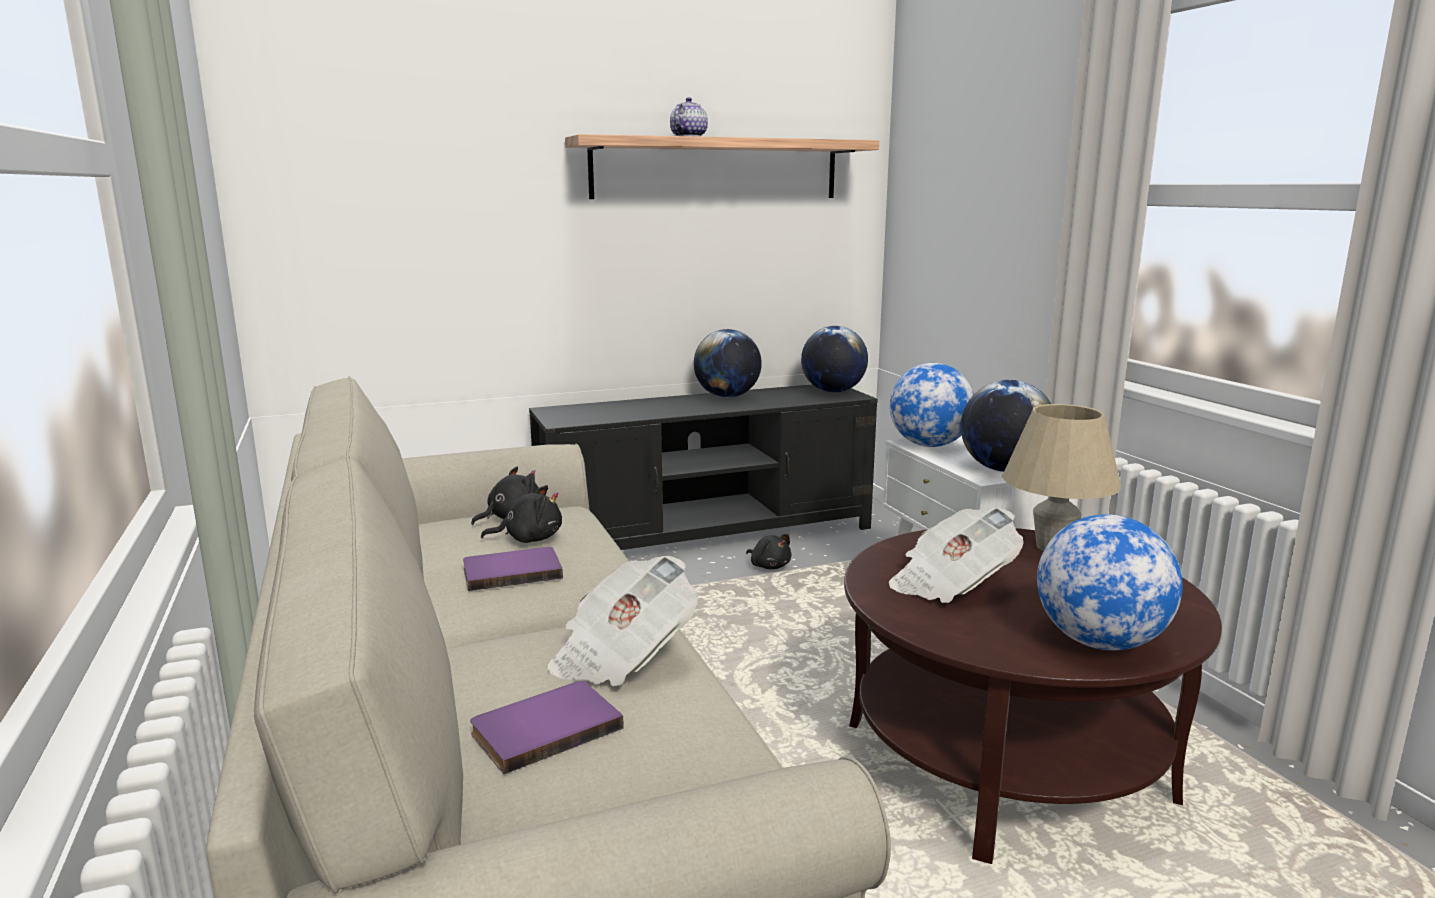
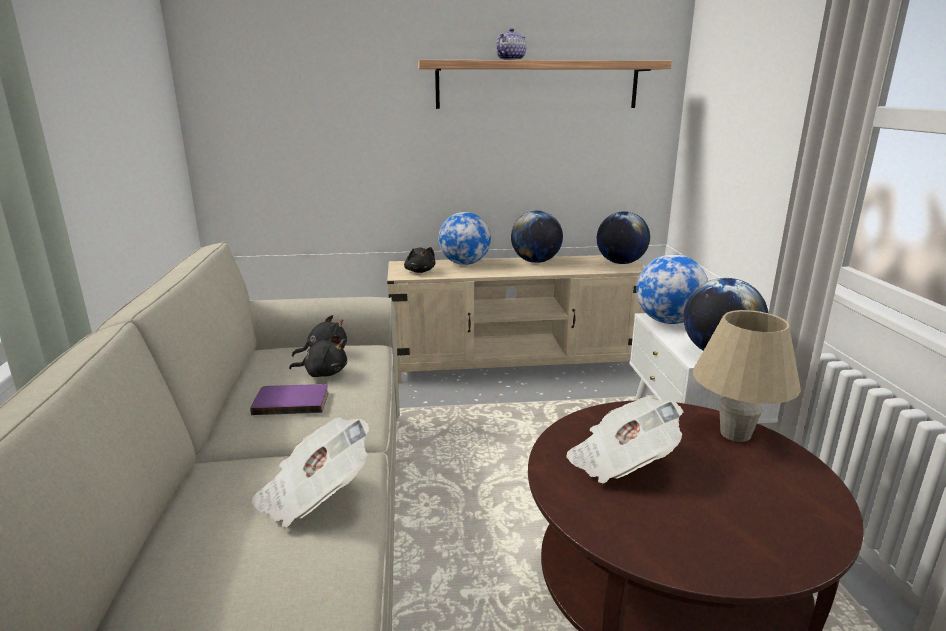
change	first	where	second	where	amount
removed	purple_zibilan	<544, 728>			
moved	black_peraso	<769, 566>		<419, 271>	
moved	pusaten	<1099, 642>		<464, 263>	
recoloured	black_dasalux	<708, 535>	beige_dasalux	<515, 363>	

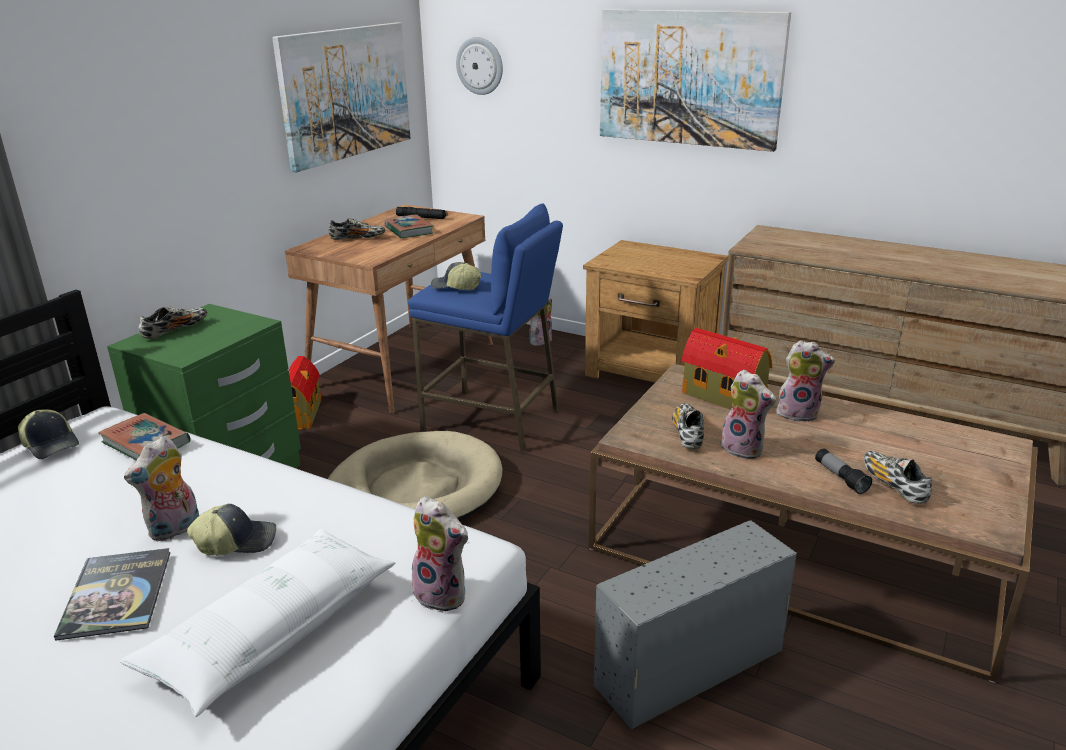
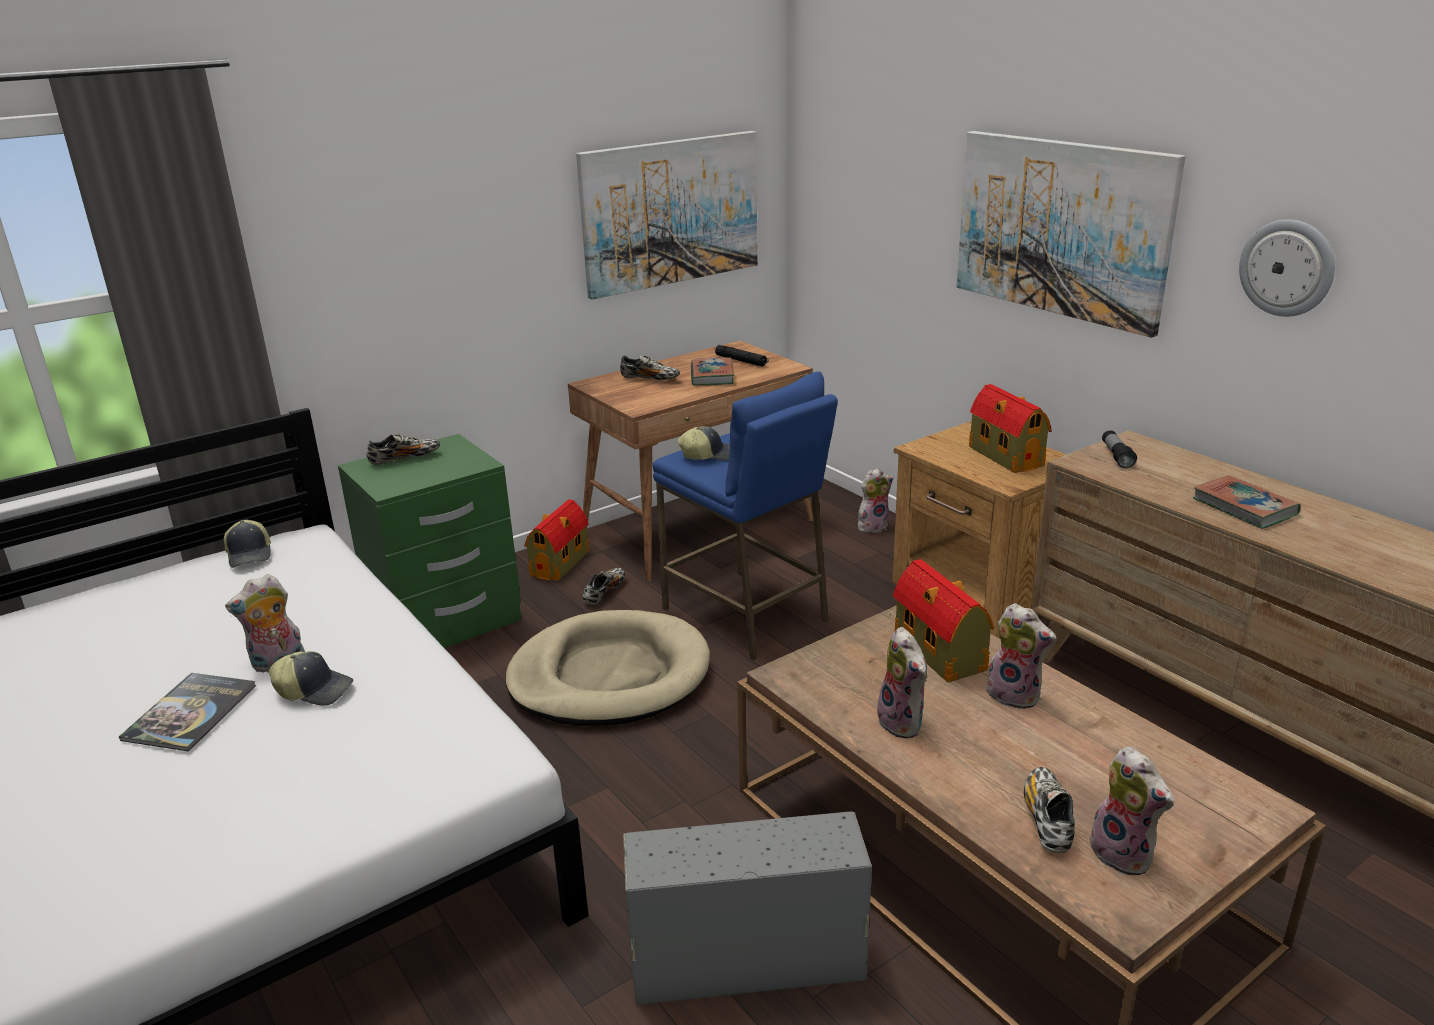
change	first	where	second	where	amount
removed	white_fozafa	<272, 631>			
added			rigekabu	<1004, 455>	
moved	zibilan	<146, 443>		<1244, 507>	
moved	peraso	<444, 594>		<1125, 854>	
moved	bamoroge	<480, 66>		<1287, 268>	
moved	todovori	<687, 433>		<604, 592>	
moved	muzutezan	<840, 478>		<1116, 456>	
turned	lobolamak	<455, 287>		<709, 455>	135 degrees clockwise

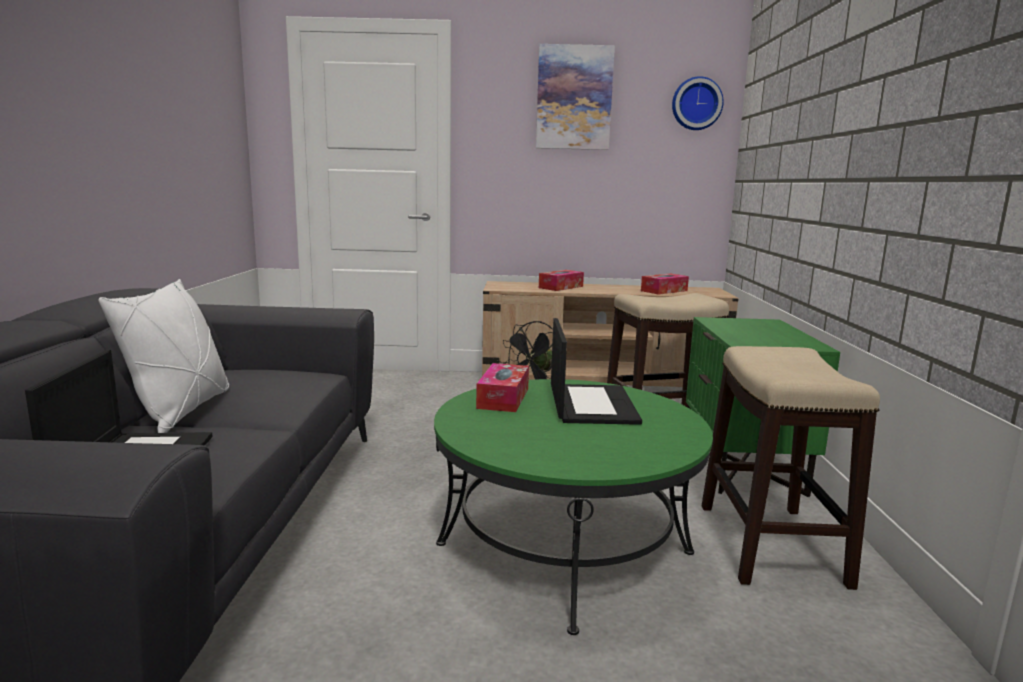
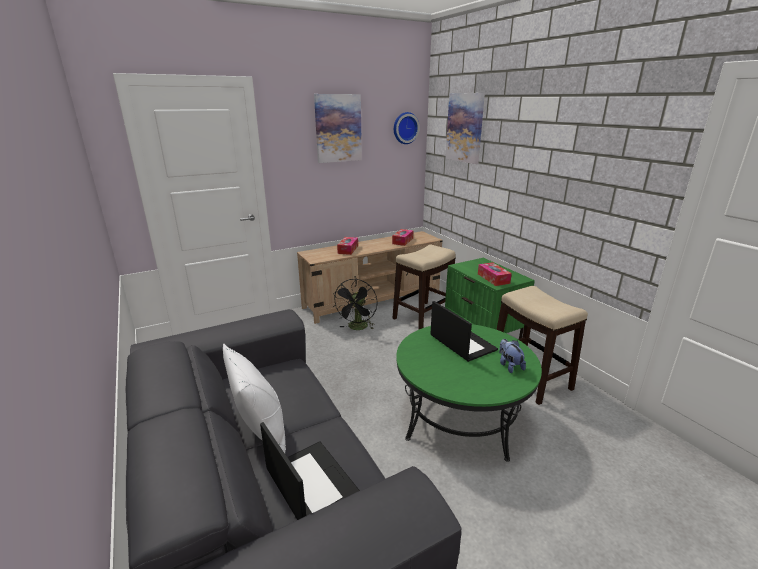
change	first	where	second	where	amount
added			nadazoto	<465, 128>	
added			peraso	<509, 365>	
moved	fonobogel	<503, 398>		<493, 278>	

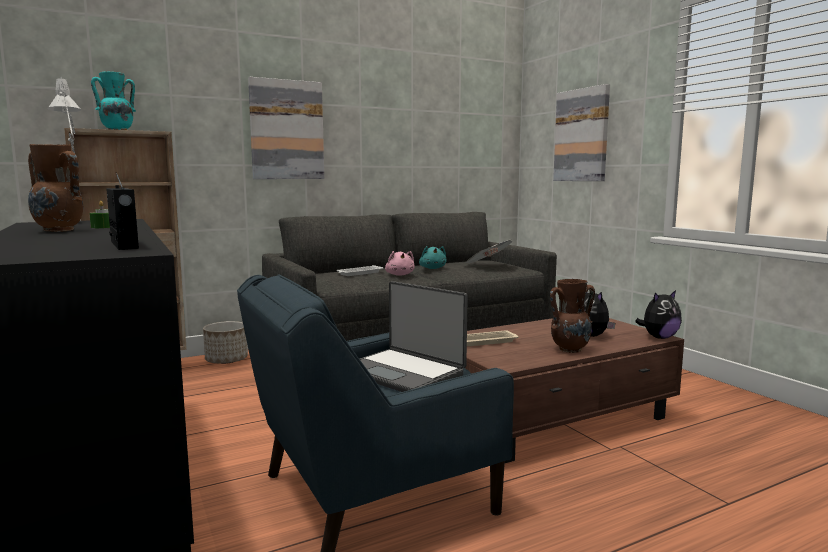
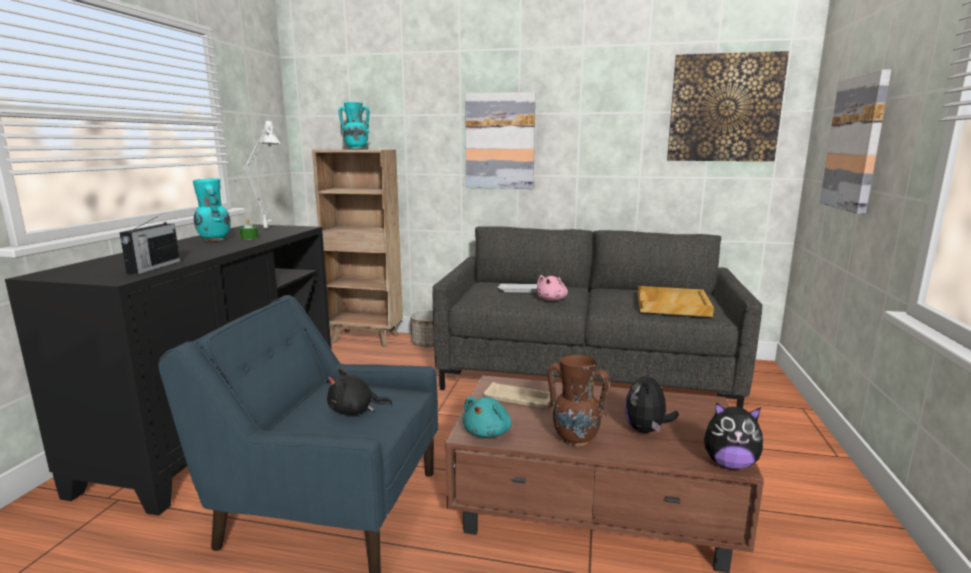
change	first	where	second	where	amount
added			nadazoto	<724, 108>	
moved	turquoise_peraso	<432, 268>		<488, 432>	
replaced	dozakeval	<403, 372>	black_peraso	<355, 410>	
replaced	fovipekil	<487, 266>	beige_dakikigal	<671, 304>	
recoloured	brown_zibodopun	<59, 230>	turquoise_zibodopun	<214, 240>	

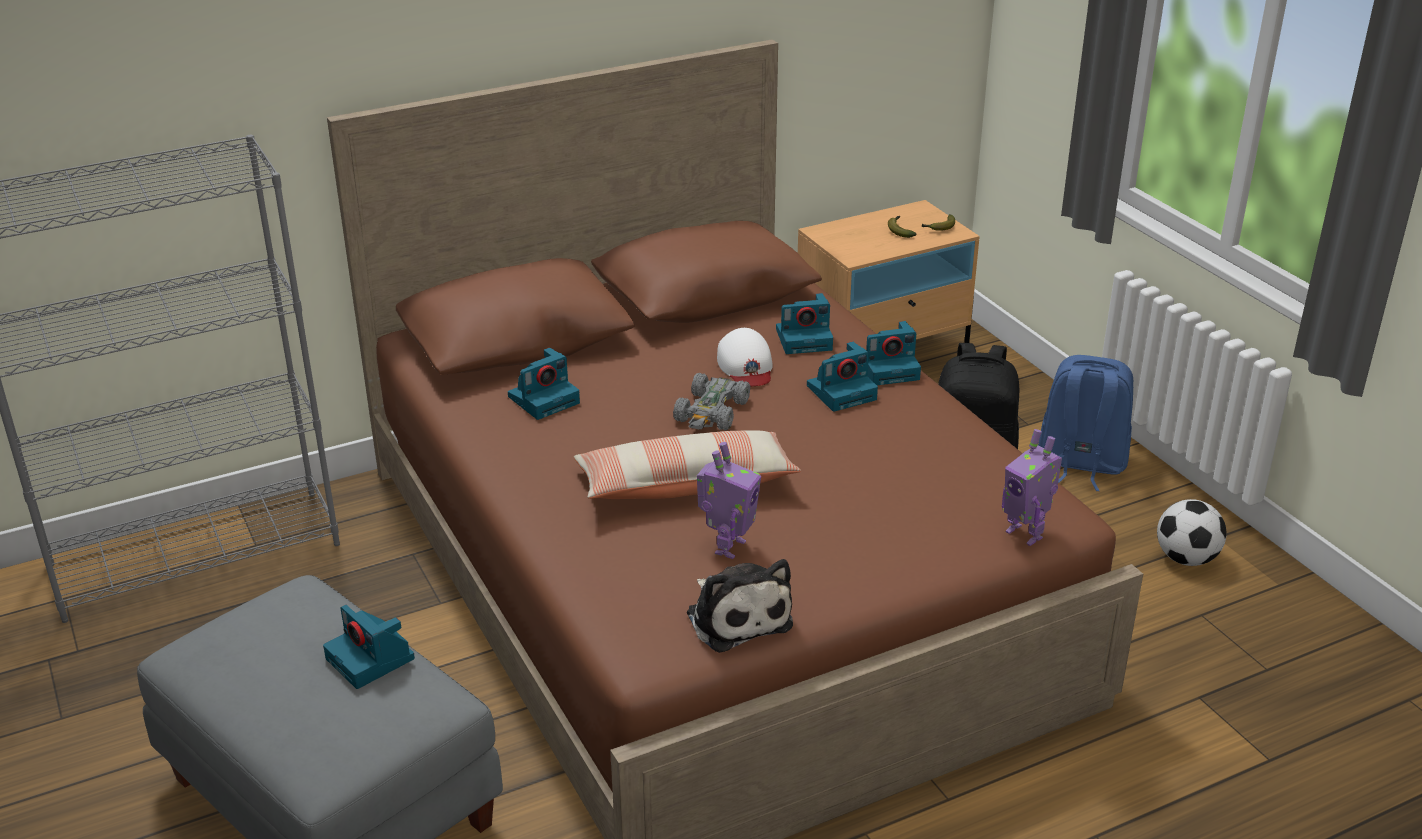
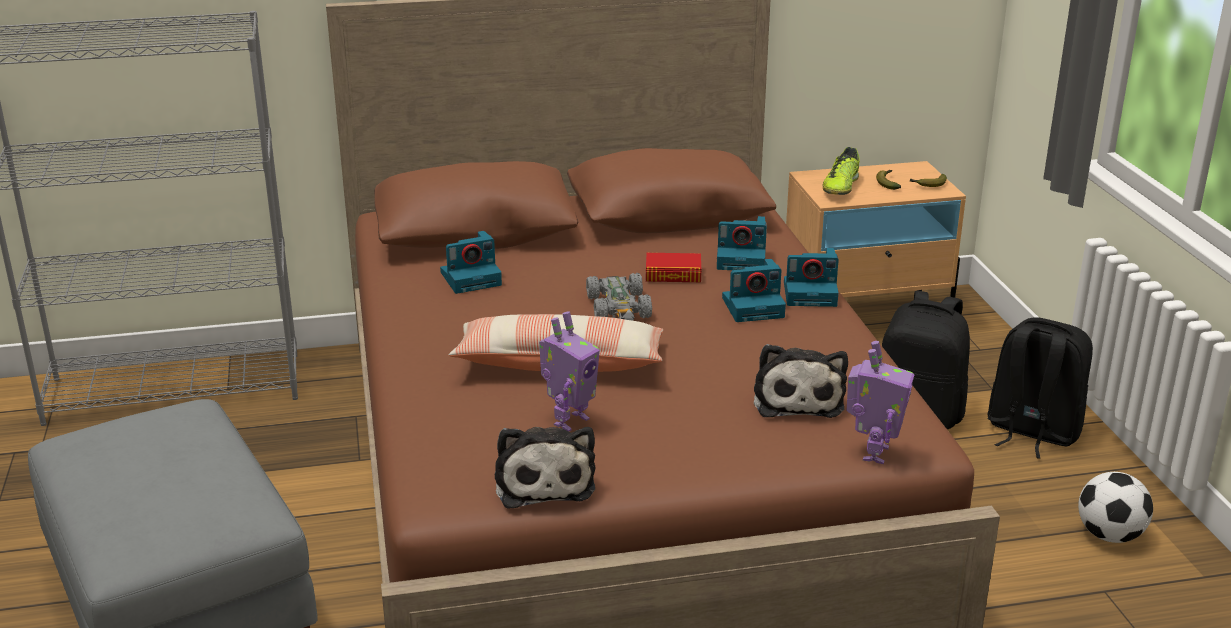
change	first	where	second	where	amount
removed	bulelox	<372, 659>			
added			peraso	<797, 398>	
added			todovori	<840, 187>	
replaced	white_lobolamak	<746, 366>	zibilan	<673, 274>	
recoloured	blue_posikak	<1080, 464>	black_posikak	<1031, 432>	
turned	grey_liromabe	<712, 412>		<619, 308>	45 degrees counterclockwise
turned	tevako	<1025, 534>		<873, 453>	135 degrees counterclockwise

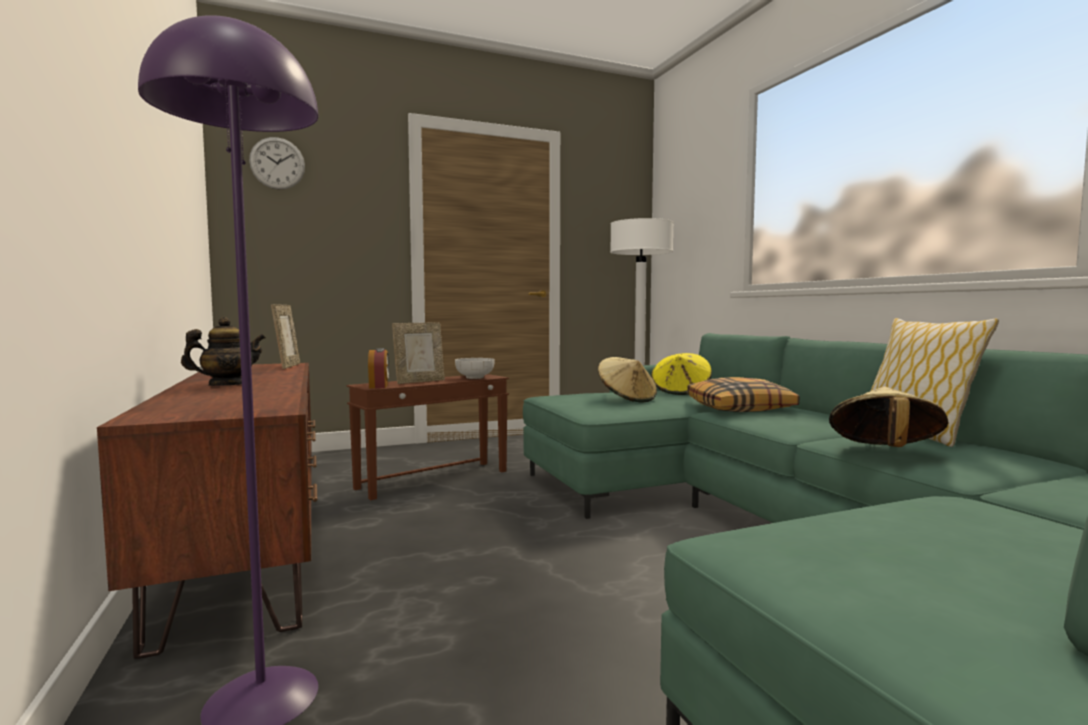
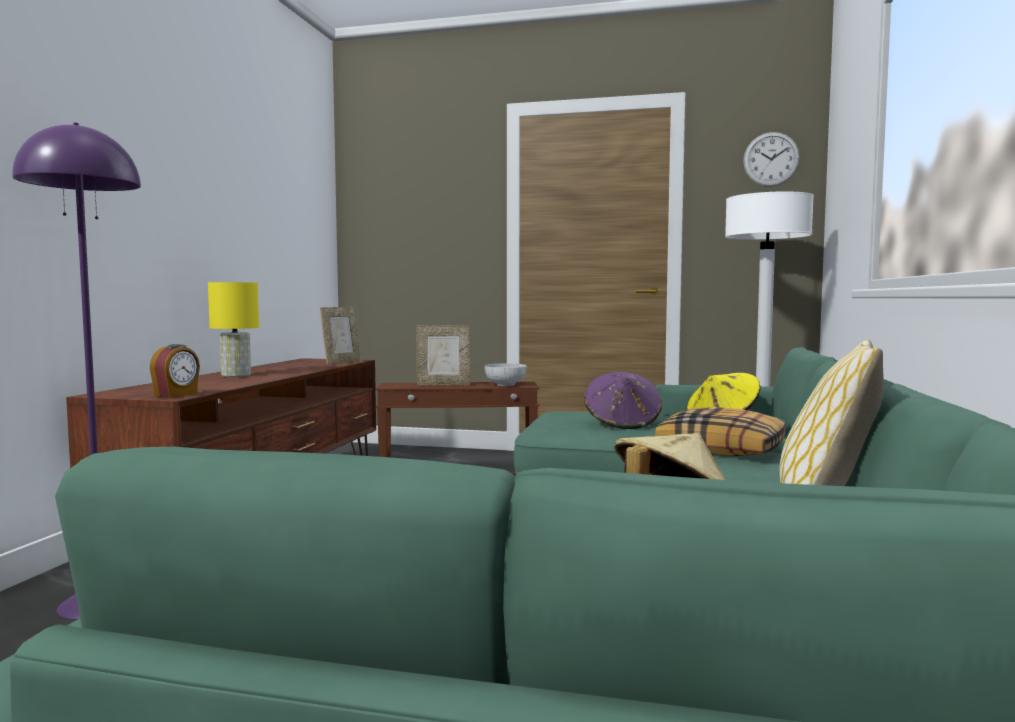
change	first	where	second	where	amount
moved	bamoroge	<277, 163>		<771, 159>	
moved	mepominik	<379, 386>		<177, 395>	
replaced	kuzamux	<227, 385>	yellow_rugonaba	<235, 375>	
recoloured	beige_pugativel	<627, 399>	purple_pugativel	<622, 423>	

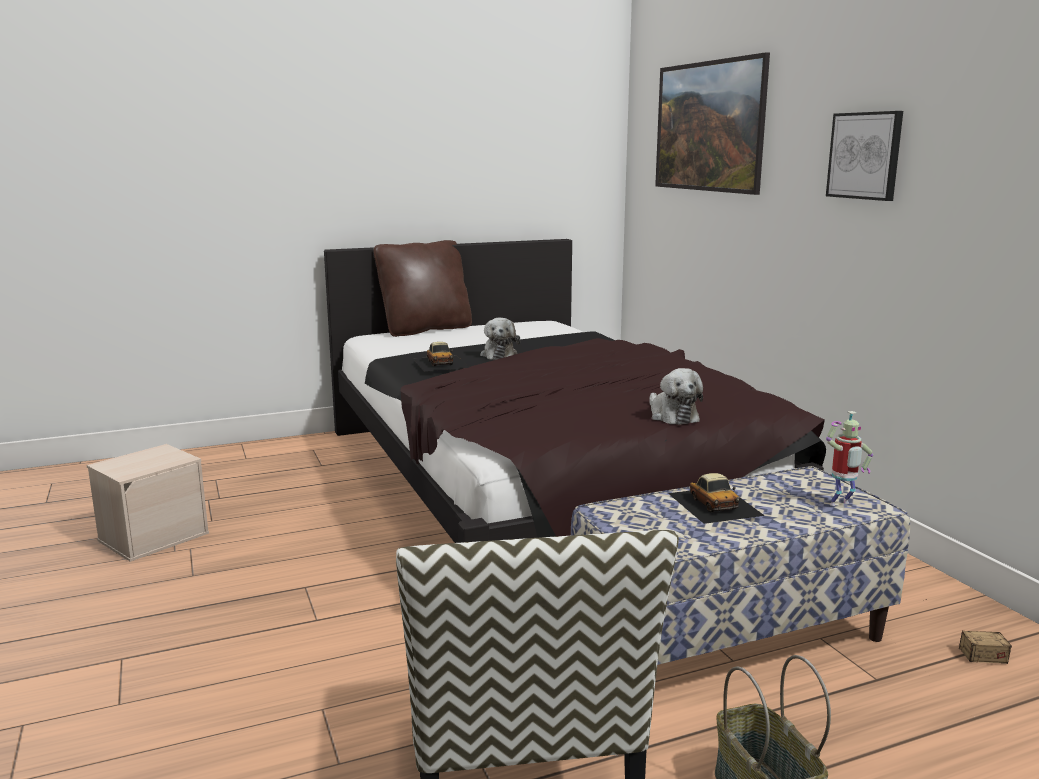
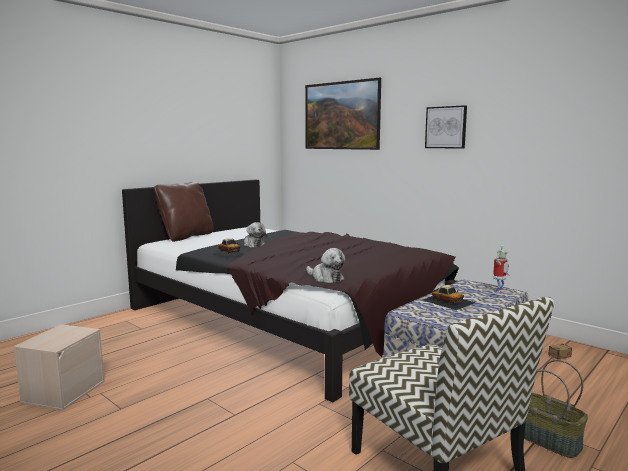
change	first	where	second	where	amount
moved	peraso	<672, 416>		<325, 278>	

